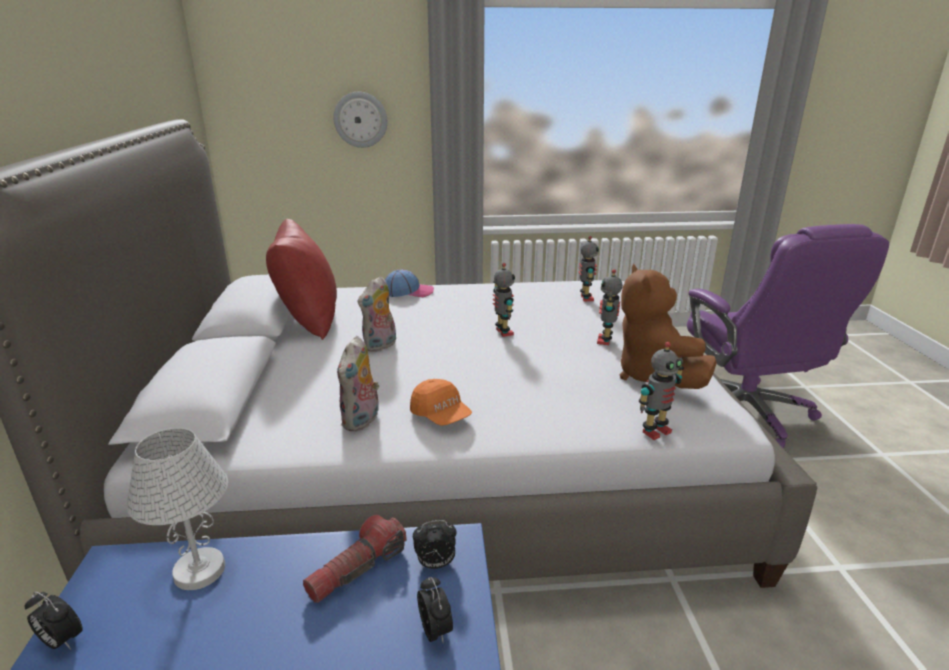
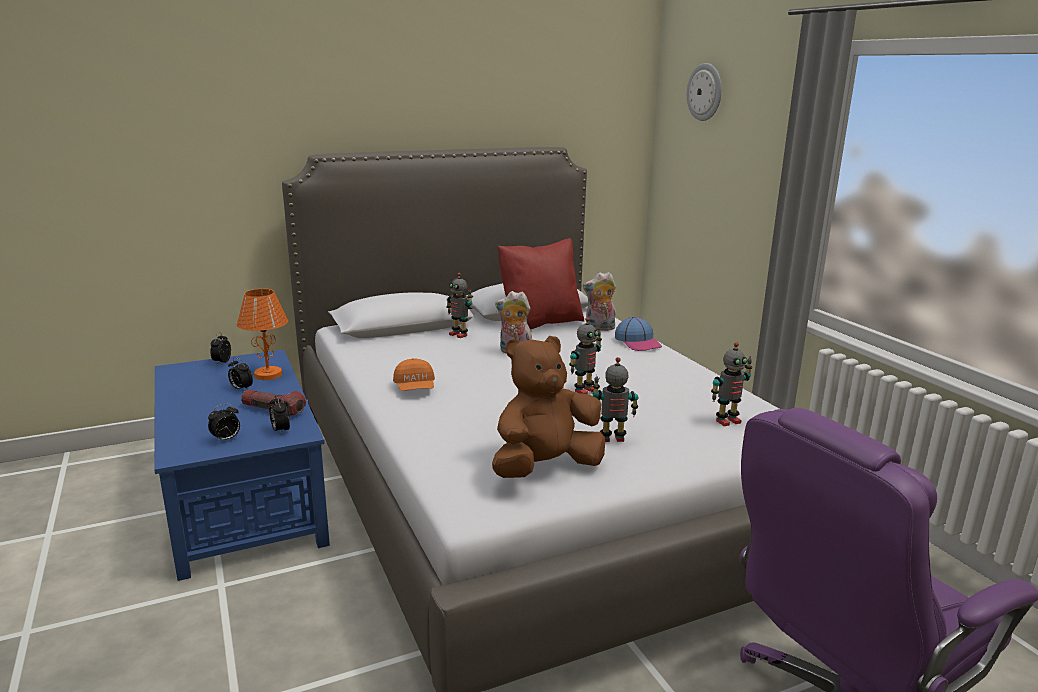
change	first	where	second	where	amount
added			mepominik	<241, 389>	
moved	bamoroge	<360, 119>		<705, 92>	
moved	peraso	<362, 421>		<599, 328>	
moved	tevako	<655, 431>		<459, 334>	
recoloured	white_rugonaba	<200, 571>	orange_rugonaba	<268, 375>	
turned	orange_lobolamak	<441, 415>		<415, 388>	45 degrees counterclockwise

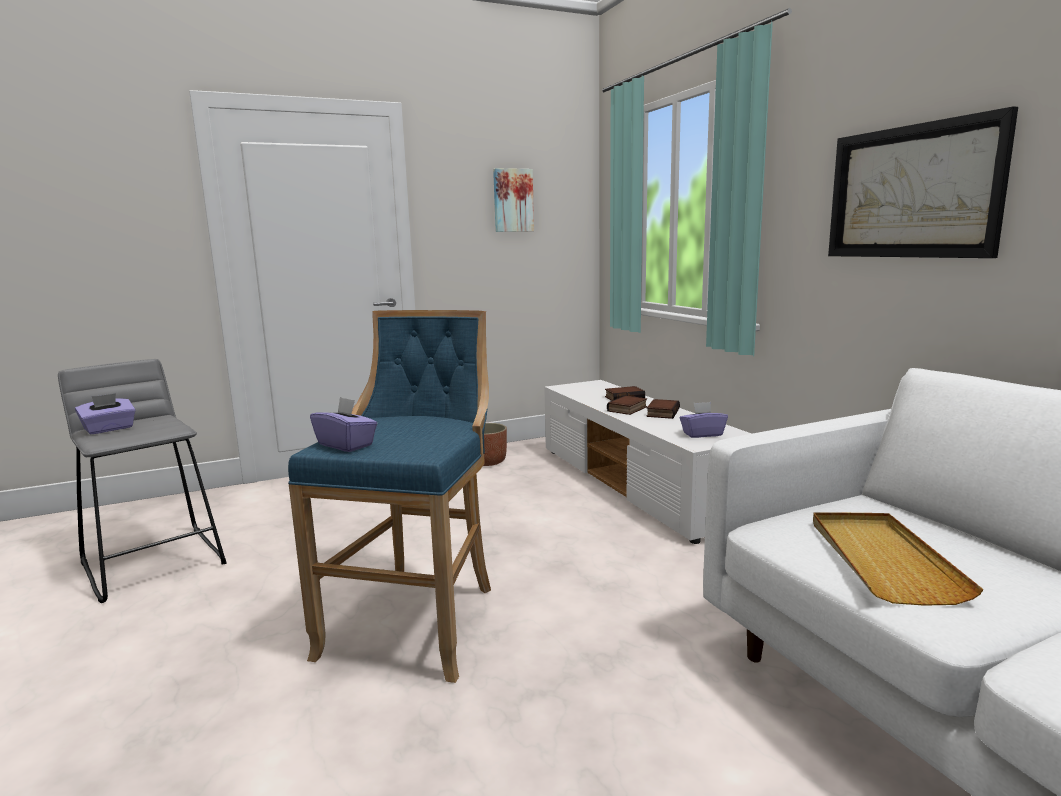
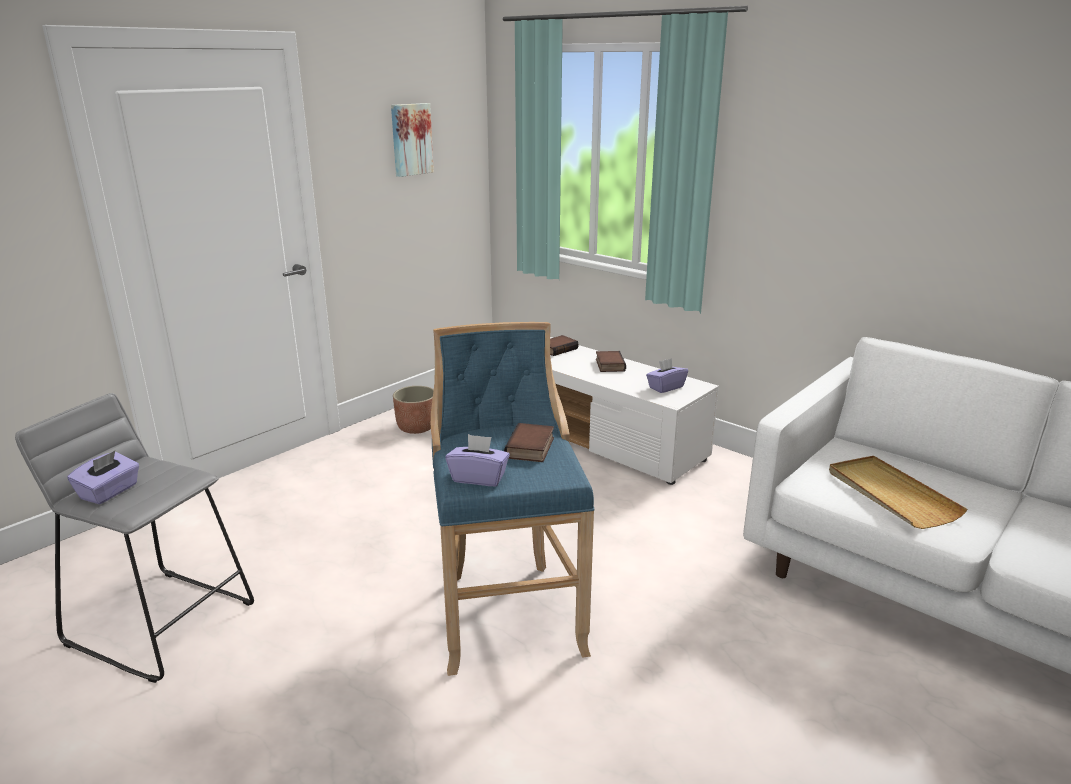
change	first	where	second	where	amount
removed	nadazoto	<912, 192>			
moved	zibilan	<628, 409>		<531, 448>	

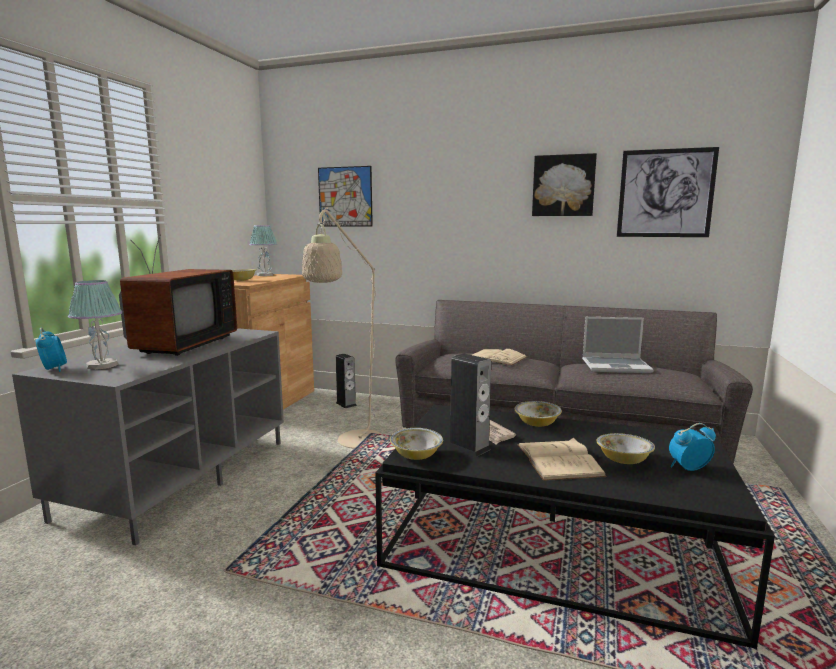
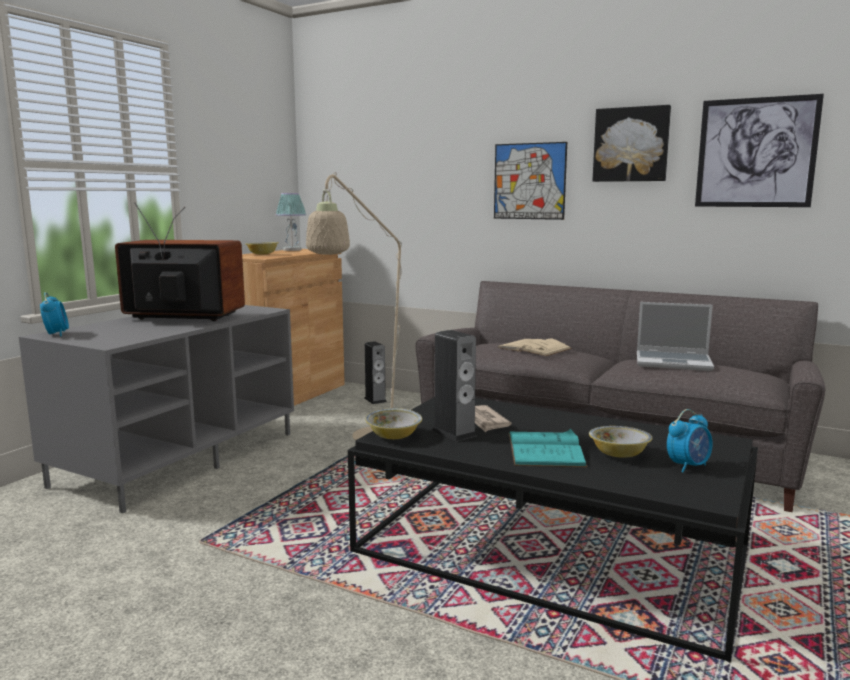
change	first	where	second	where	amount
removed	rugonaba	<102, 366>			
removed	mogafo	<537, 423>			
moved	nadazoto	<345, 197>		<529, 181>	
recoloured	beige_zibilan	<559, 460>	turquoise_zibilan	<545, 449>	
turned	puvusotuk	<179, 345>		<182, 318>	105 degrees counterclockwise
turned	mepominik	<688, 468>		<688, 466>	150 degrees clockwise

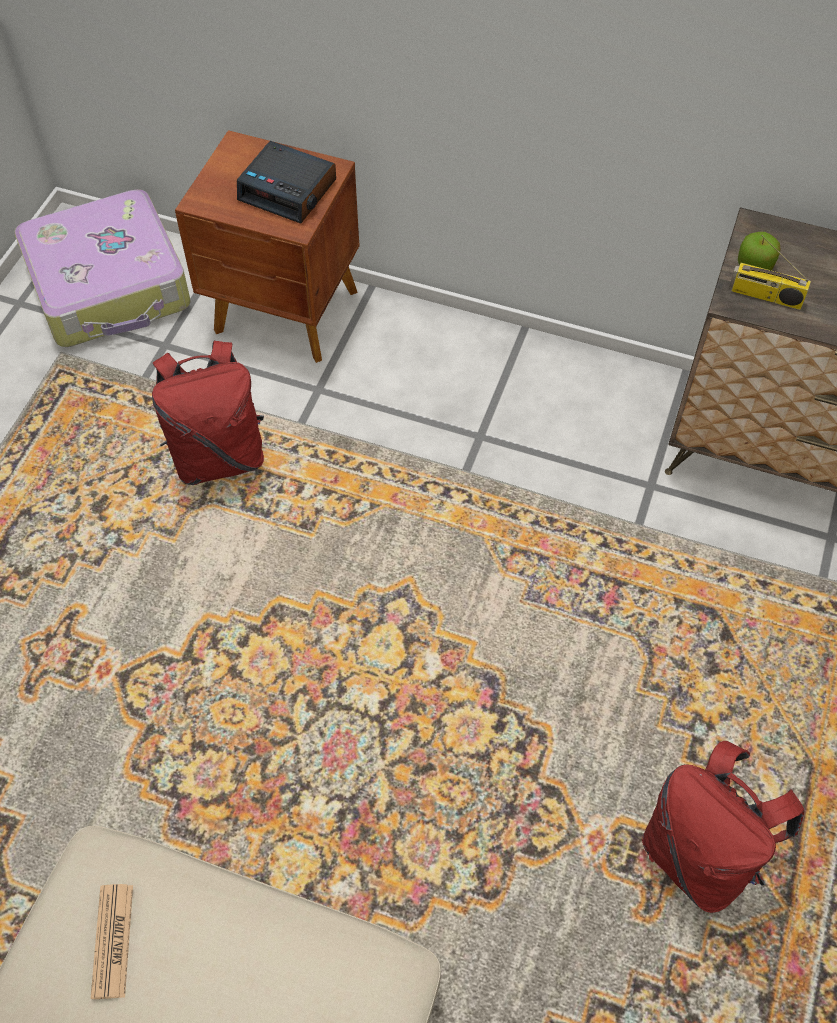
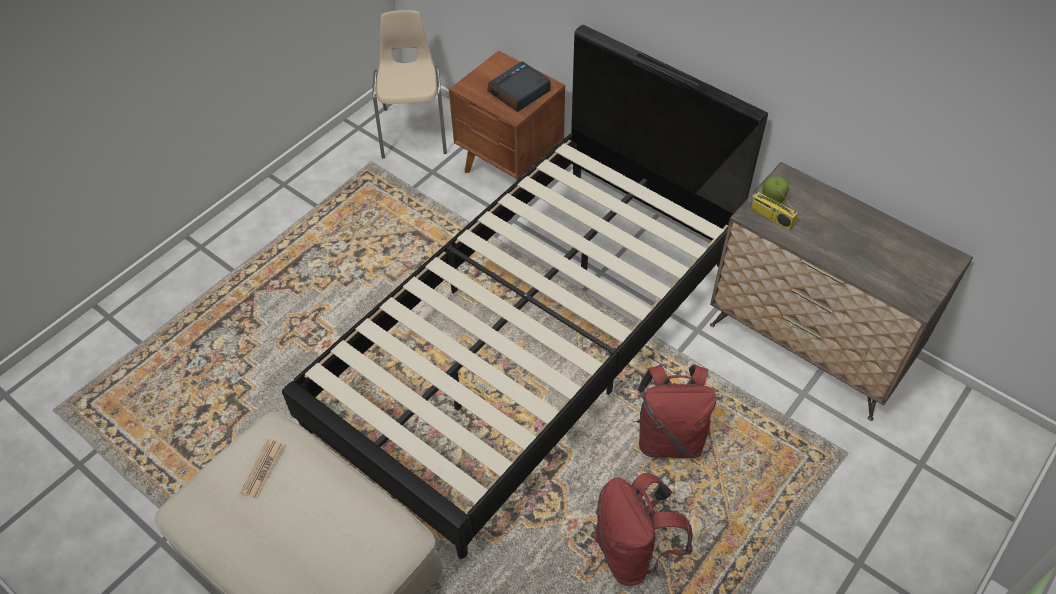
change	first	where	second	where	amount
added			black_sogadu	<529, 342>	
moved	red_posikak	<218, 456>		<669, 438>	
replaced	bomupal	<110, 286>	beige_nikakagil	<414, 130>	
turned	mepominik	<289, 190>		<519, 92>	90 degrees clockwise

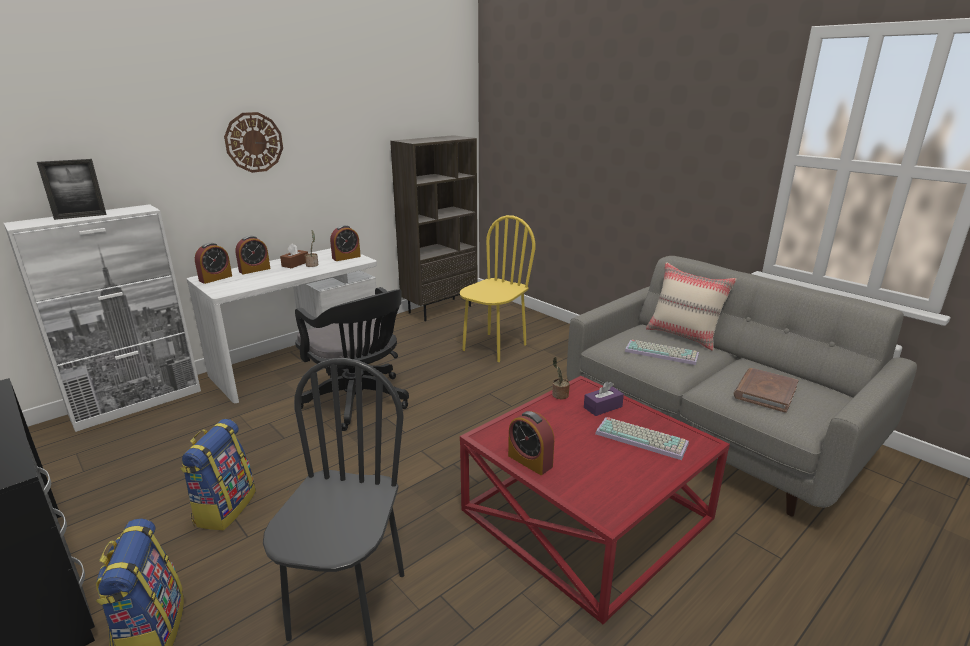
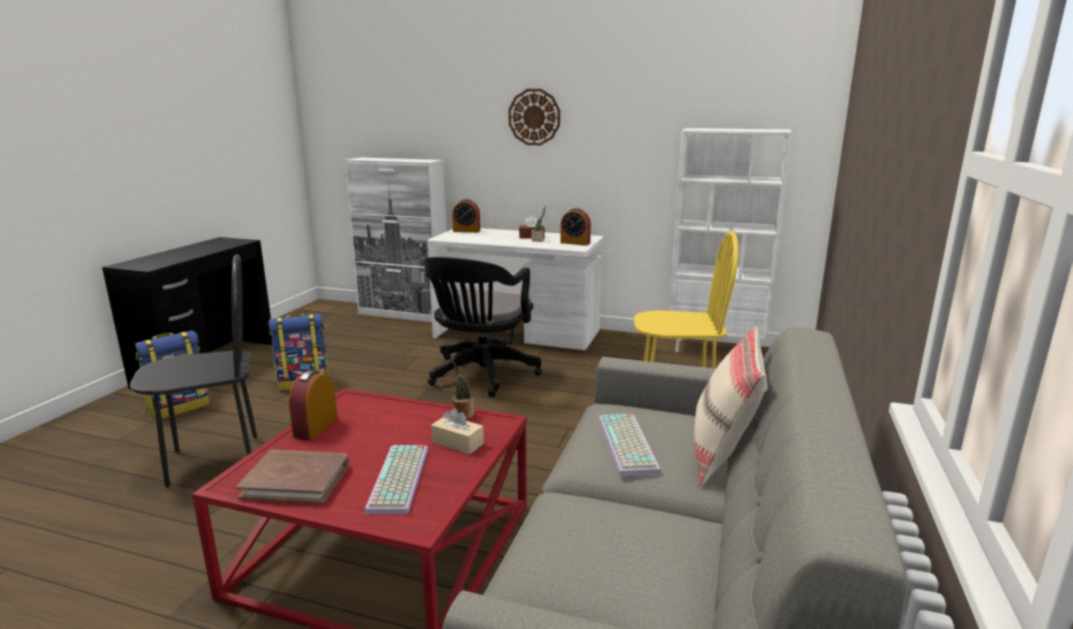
change	first	where	second	where	amount
removed	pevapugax	<80, 216>			
removed	mepominik	<254, 270>			
moved	brown_zibilan	<765, 392>		<296, 480>	
recoloured	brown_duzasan	<440, 309>	white_duzasan	<716, 349>	
recoloured	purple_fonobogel	<603, 407>	beige_fonobogel	<458, 443>	

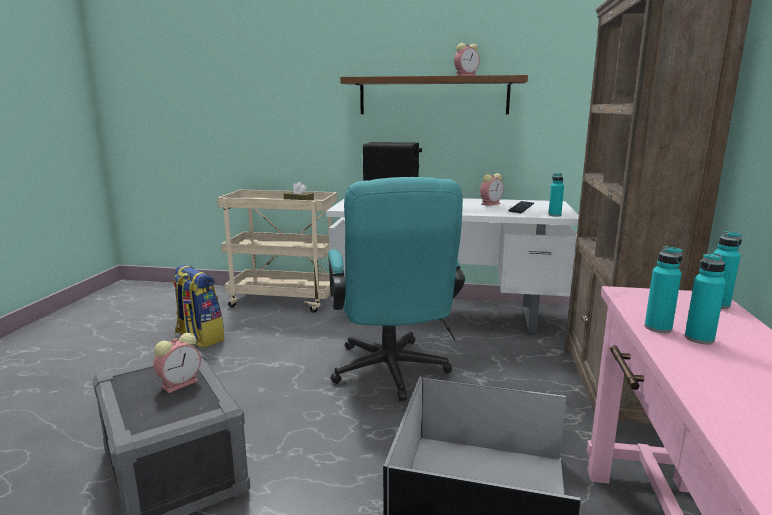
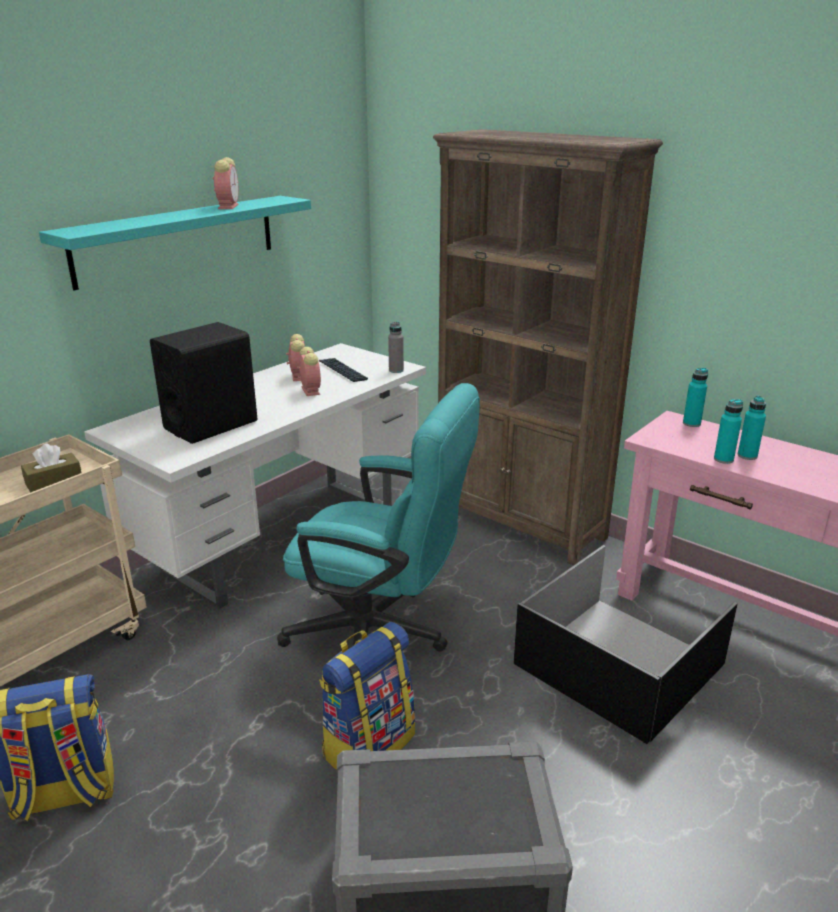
change	first	where	second	where	amount
added			posikak	<368, 744>	
moved	mepominik	<181, 383>		<310, 390>	
recoloured	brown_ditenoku	<433, 96>	turquoise_ditenoku	<177, 239>	
recoloured	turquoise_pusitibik	<554, 215>	grey_pusitibik	<396, 370>	

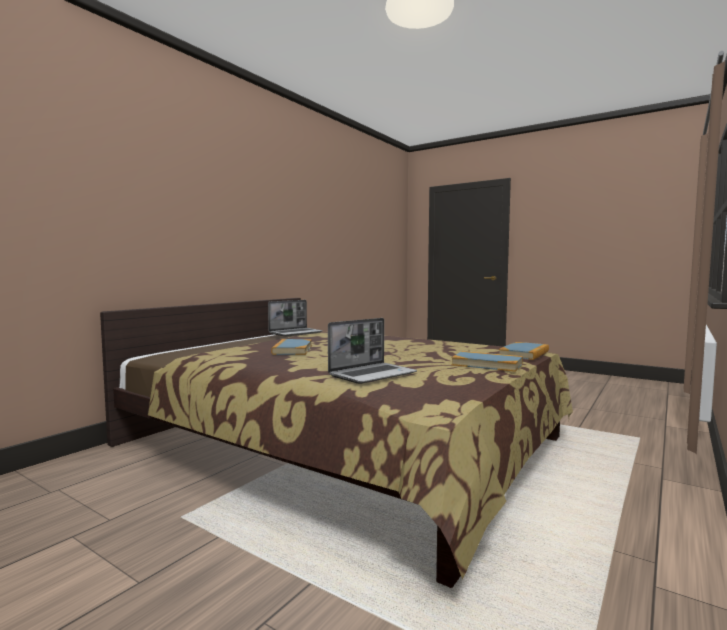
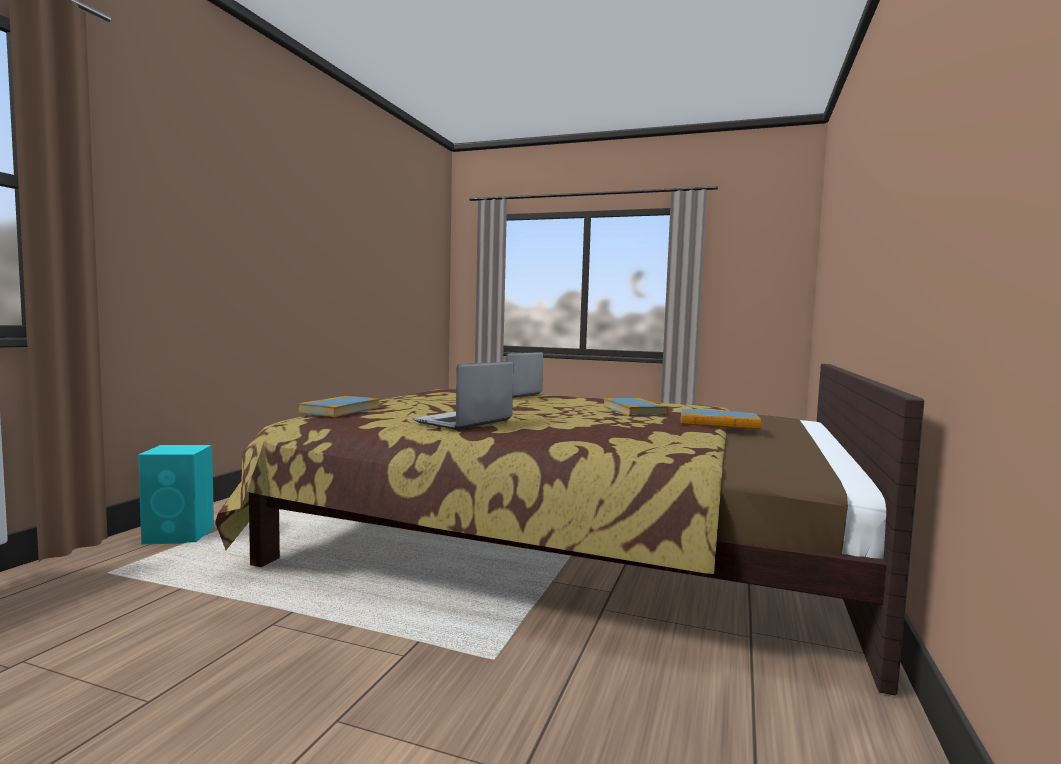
change	first	where	second	where	amount
added			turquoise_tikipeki	<181, 535>	
moved	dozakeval	<296, 333>		<464, 421>	
moved	zibilan	<487, 364>		<718, 423>	

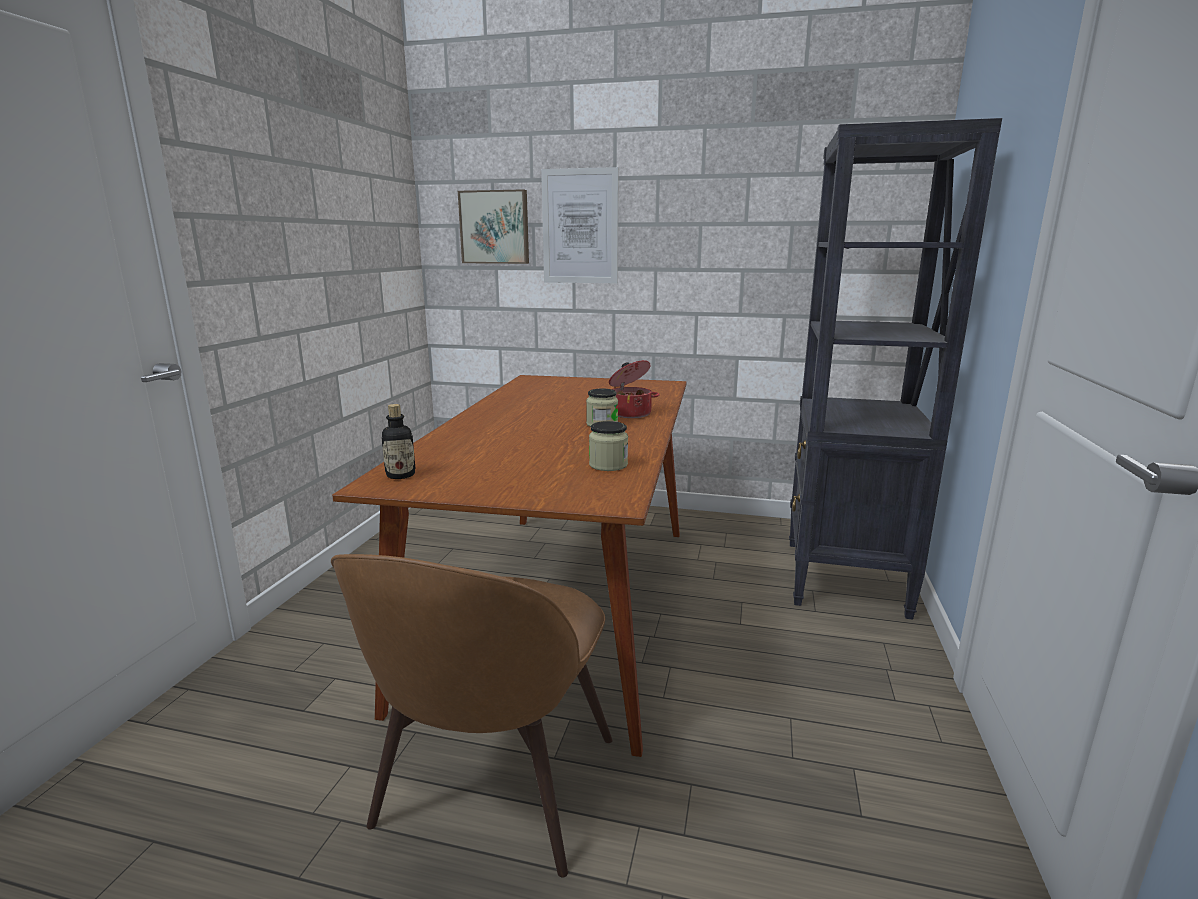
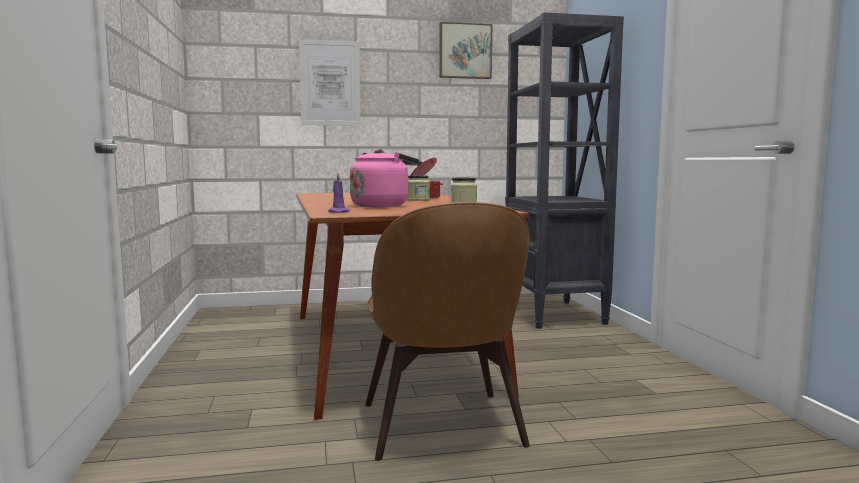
change	first	where	second	where	amount
added			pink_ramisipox	<382, 205>	
moved	nadazoto	<495, 227>		<465, 51>	
replaced	pusitibik	<400, 475>	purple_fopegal	<338, 212>	

